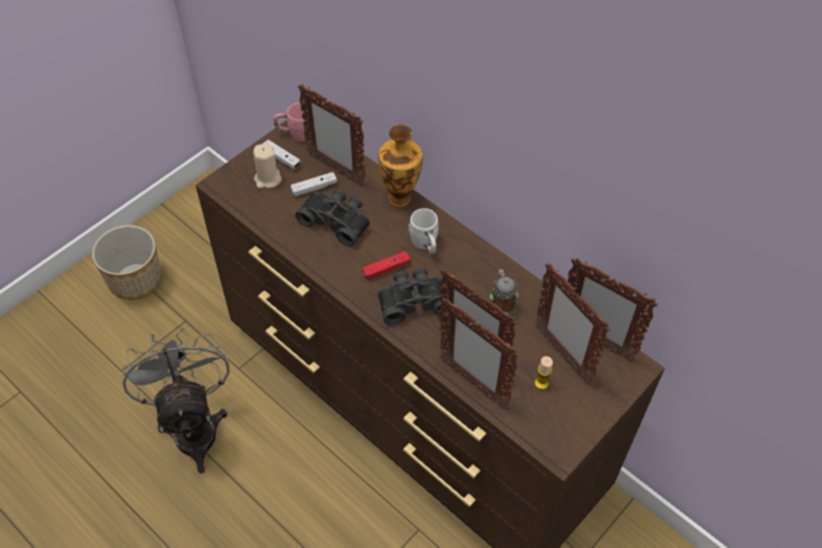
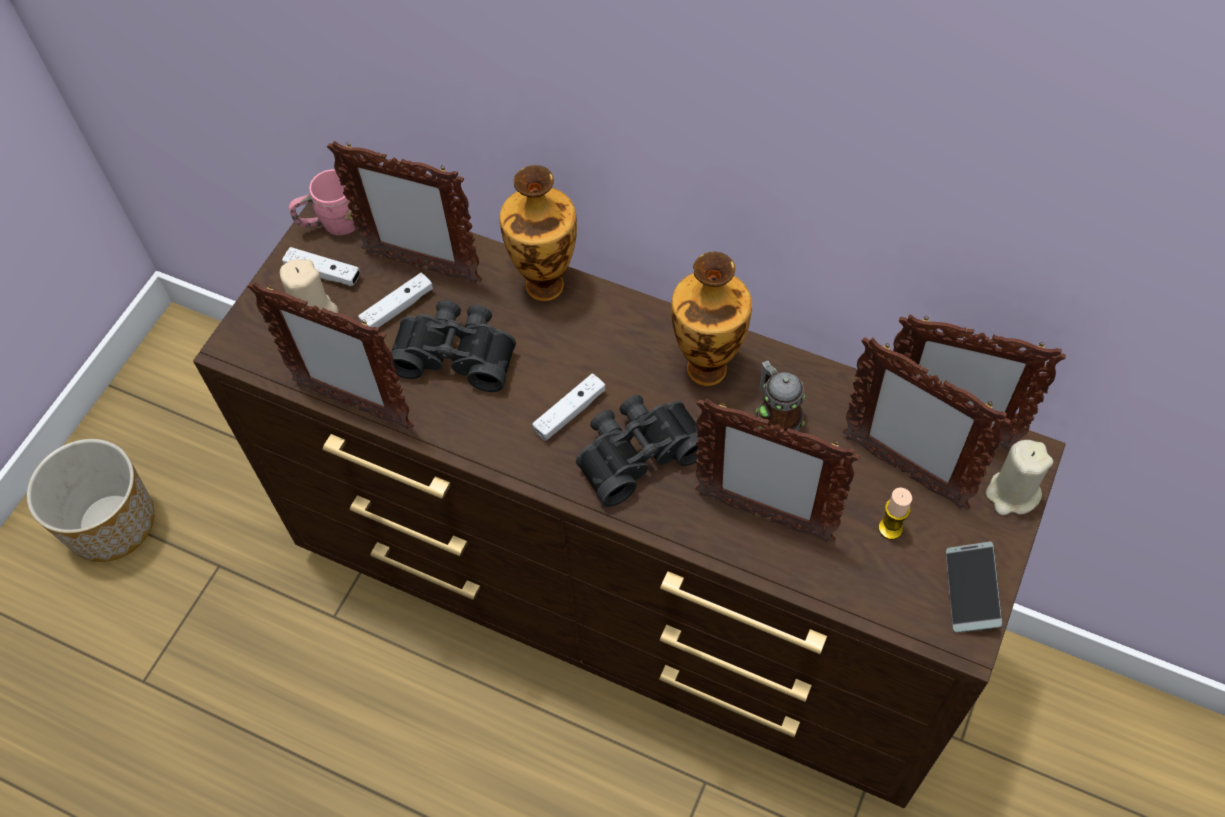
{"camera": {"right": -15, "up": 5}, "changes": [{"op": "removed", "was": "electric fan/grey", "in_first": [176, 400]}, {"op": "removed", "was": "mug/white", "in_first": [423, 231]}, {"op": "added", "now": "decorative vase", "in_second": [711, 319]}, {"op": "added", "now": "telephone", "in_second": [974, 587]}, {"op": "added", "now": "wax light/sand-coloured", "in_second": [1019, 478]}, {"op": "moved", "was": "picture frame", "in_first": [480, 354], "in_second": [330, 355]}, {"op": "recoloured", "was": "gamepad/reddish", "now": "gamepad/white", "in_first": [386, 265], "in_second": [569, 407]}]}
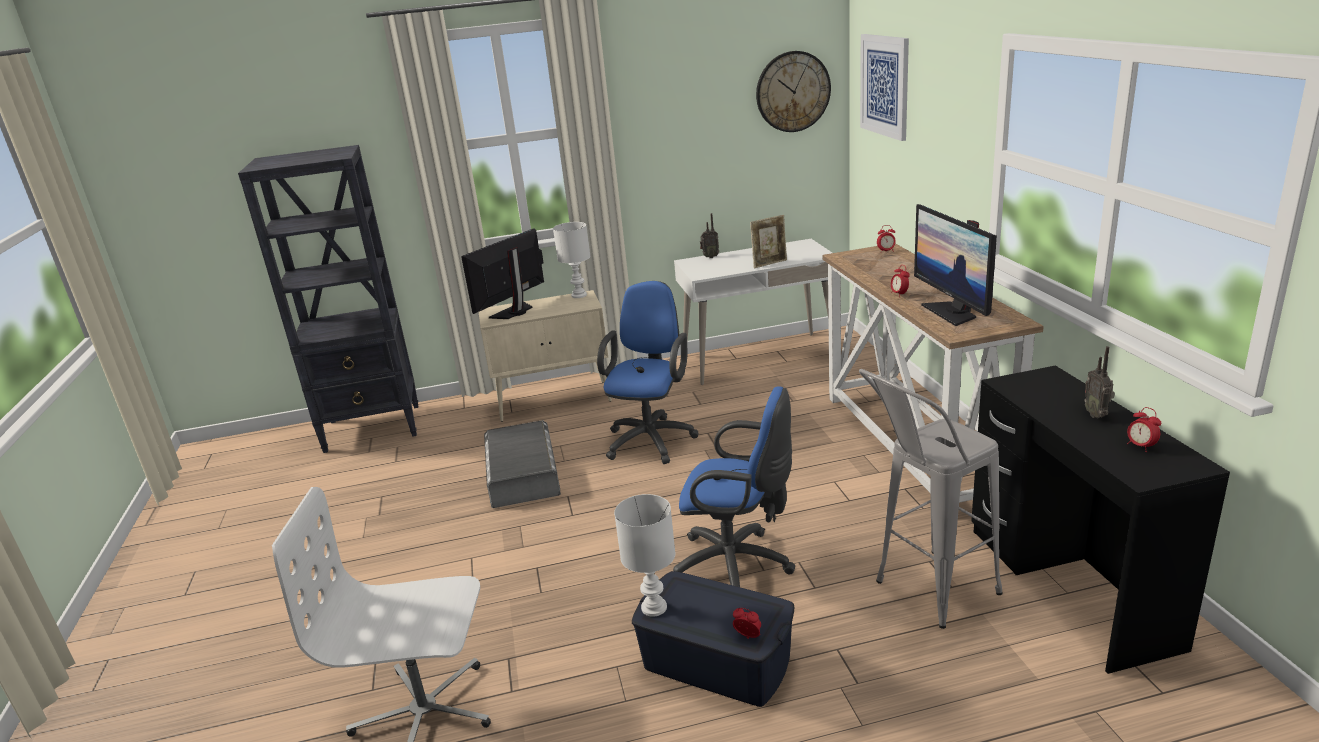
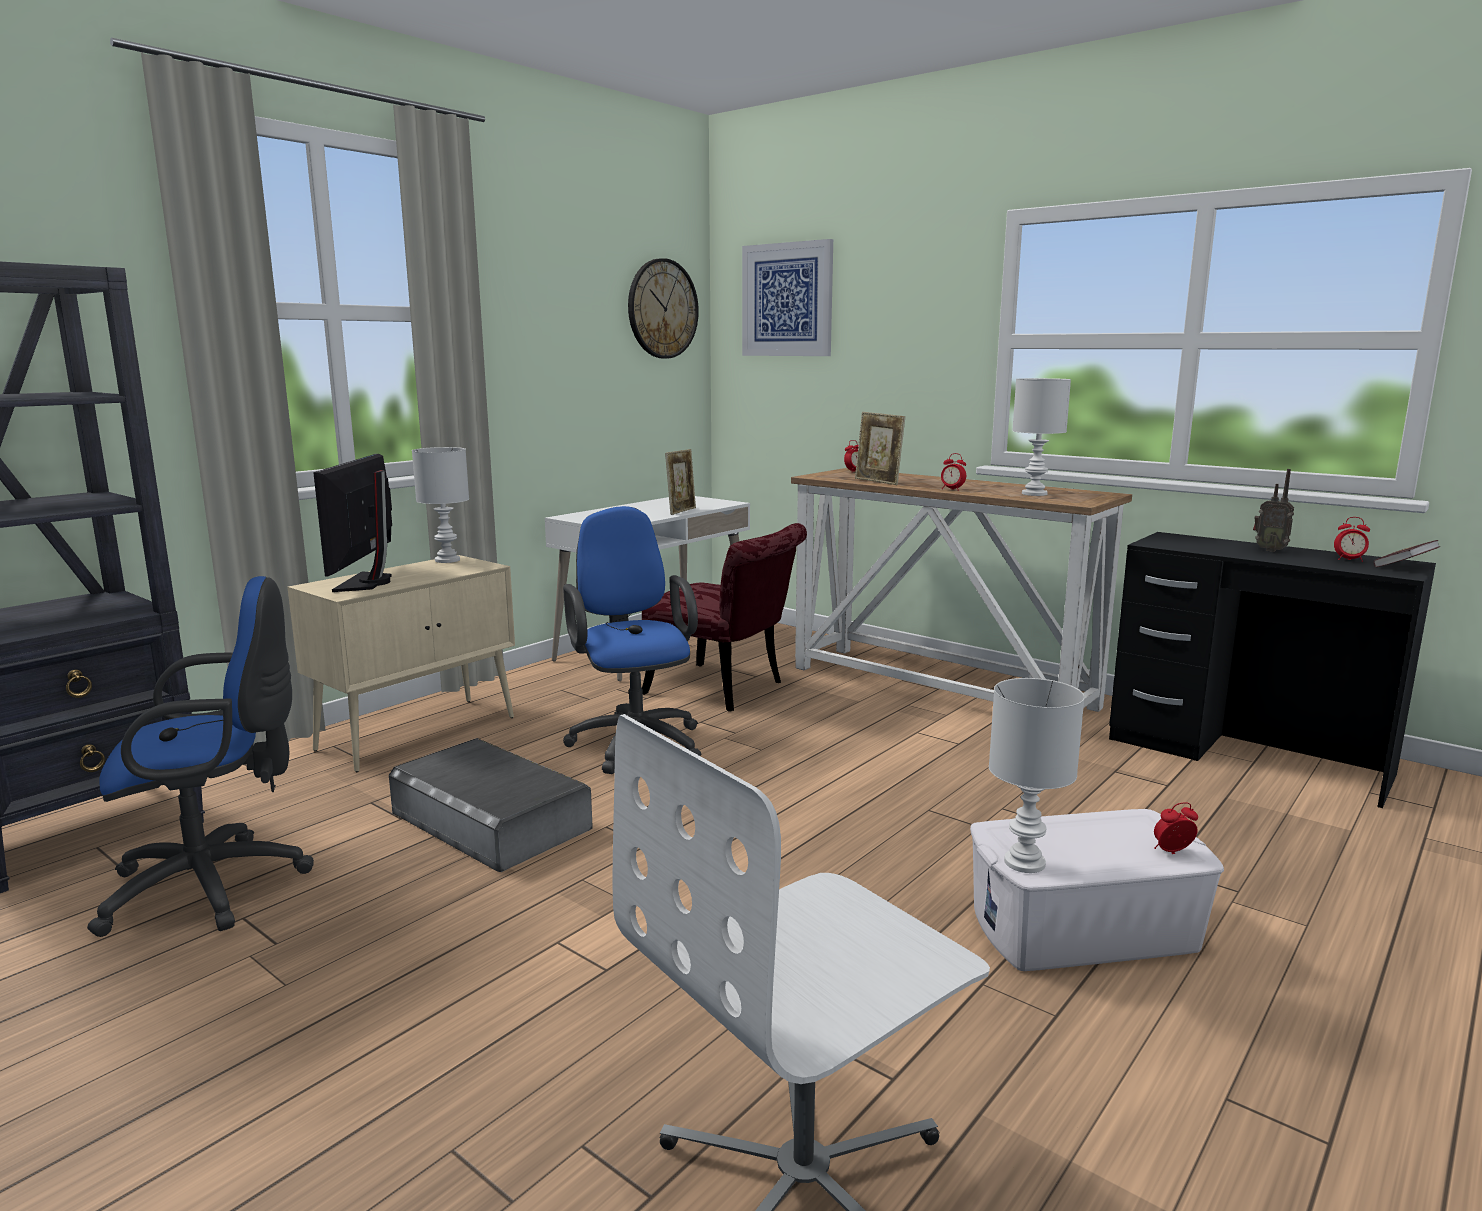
{"camera": {"right": -40, "up": -10}, "changes": [{"op": "removed", "was": "radio", "in_first": [709, 235]}, {"op": "removed", "was": "sitting stool/grey", "in_first": [931, 499]}, {"op": "added", "now": "upright chair/reddish", "in_second": [724, 617]}, {"op": "added", "now": "picture frame", "in_second": [880, 448]}, {"op": "added", "now": "book", "in_second": [1406, 553]}, {"op": "moved", "was": "desk chair/blue-coloured", "in_first": [734, 486], "in_second": [200, 756]}, {"op": "replaced", "was": "computer screen", "now": "lamp for a table/white", "in_first": [955, 265], "in_second": [1041, 437]}, {"op": "recoloured", "was": "storage bin/blue-coloured", "now": "storage bin/white", "in_first": [713, 639], "in_second": [1097, 890]}]}
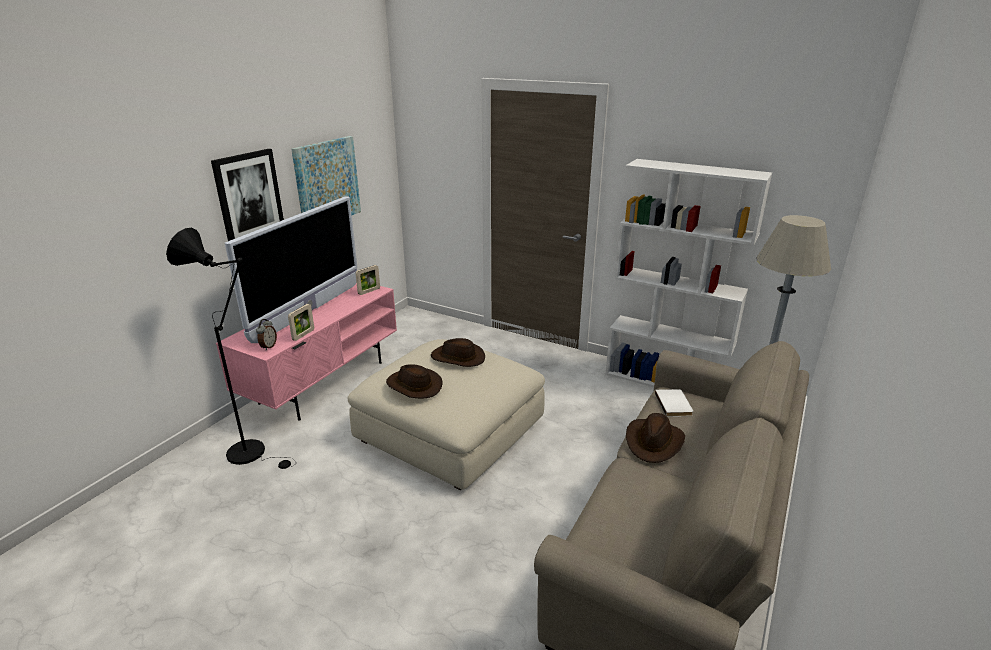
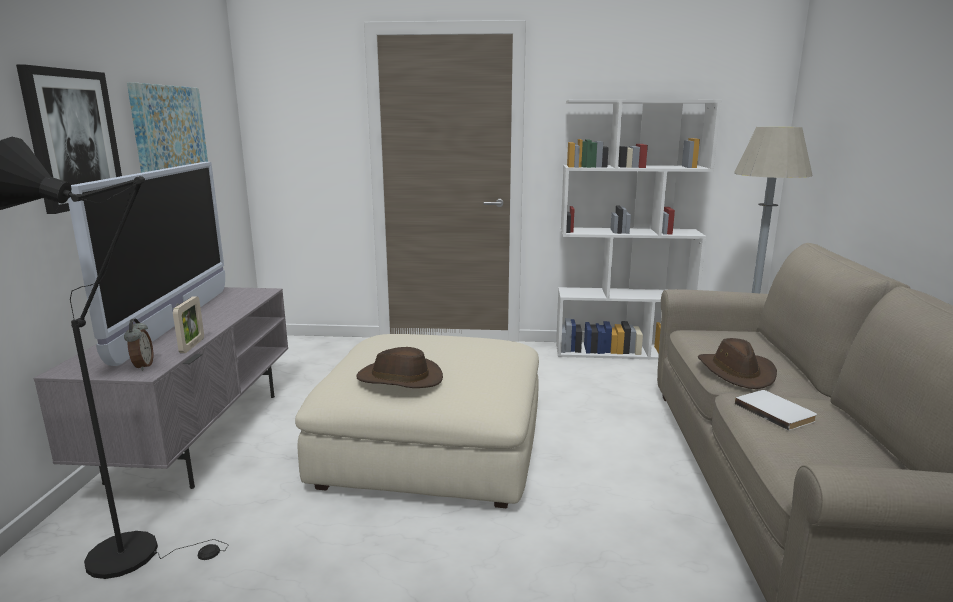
{"camera": {"right": -25, "up": -10}, "changes": [{"op": "removed", "was": "picture frame", "in_first": [367, 280]}, {"op": "removed", "was": "wearable hat/brownish", "in_first": [458, 352]}, {"op": "moved", "was": "book/white", "in_first": [674, 403], "in_second": [776, 410]}, {"op": "recoloured", "was": "tv stand/pink", "now": "tv stand/grey", "in_first": [306, 352], "in_second": [160, 388]}]}
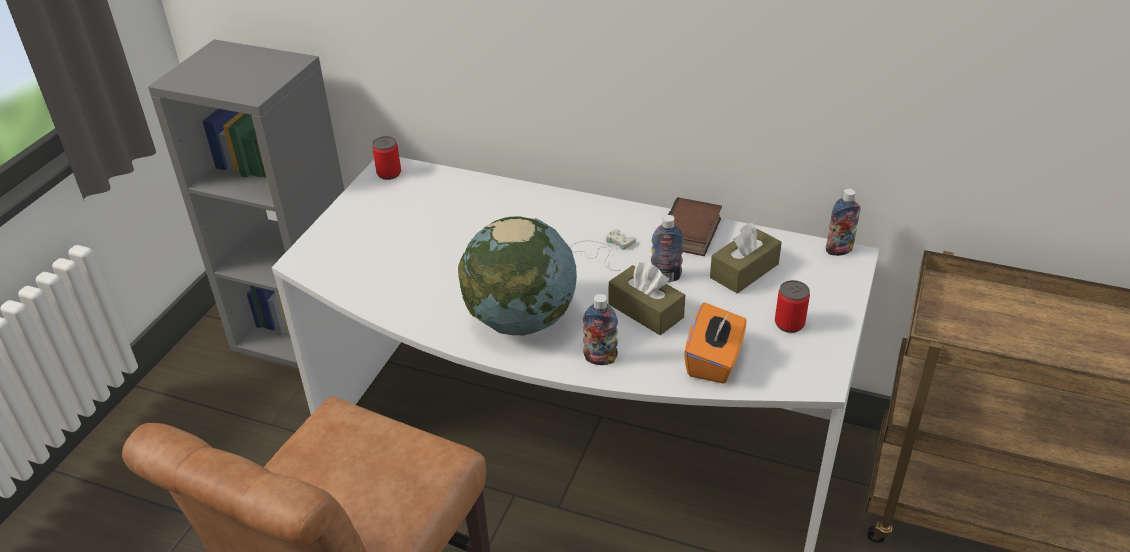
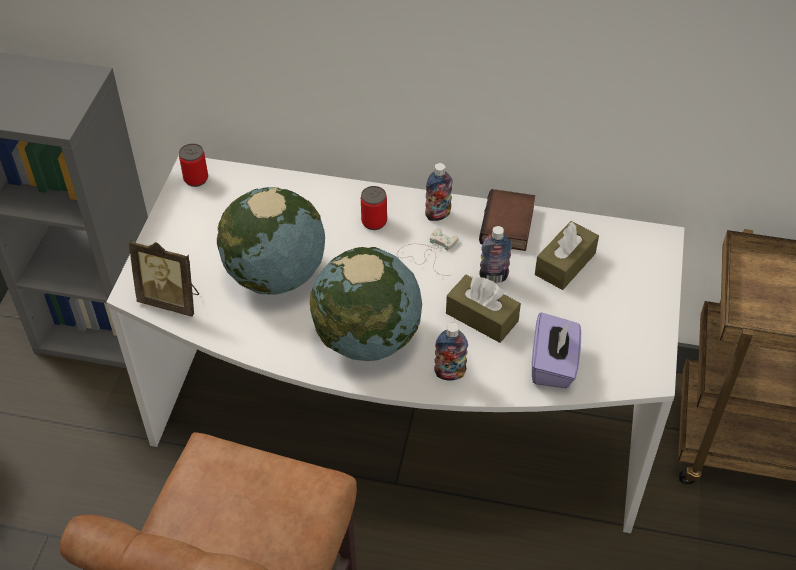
{"camera": {"right": -10, "up": 10}, "changes": [{"op": "added", "now": "picture frame", "in_second": [164, 278]}, {"op": "added", "now": "desk globe", "in_second": [271, 241]}, {"op": "moved", "was": "metal can", "in_first": [792, 306], "in_second": [374, 208]}, {"op": "moved", "was": "bottle", "in_first": [843, 222], "in_second": [439, 192]}, {"op": "recoloured", "was": "tissue box/orangey", "now": "tissue box/purplish", "in_first": [715, 343], "in_second": [556, 350]}]}
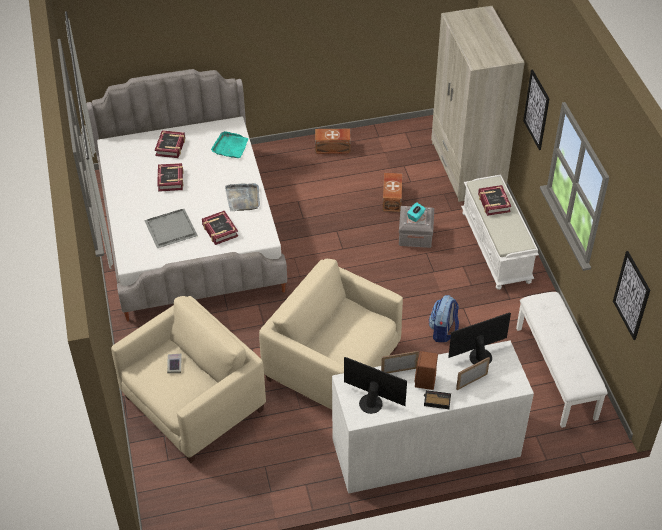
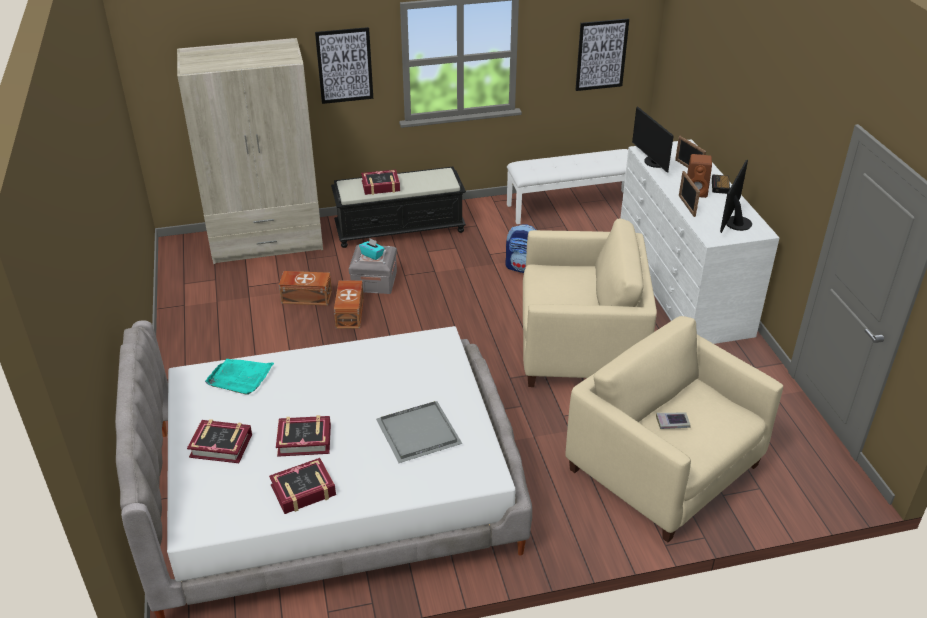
{"camera": {"right": -90, "up": -10}, "changes": [{"op": "removed", "was": "carrying tray/grey", "in_first": [242, 197]}, {"op": "moved", "was": "book", "in_first": [220, 227], "in_second": [302, 486]}, {"op": "moved", "was": "storage bin/brownish", "in_first": [333, 141], "in_second": [349, 304]}, {"op": "recoloured", "was": "indoor bench/white", "now": "indoor bench/black-coloured", "in_first": [500, 232], "in_second": [398, 207]}, {"op": "turned", "was": "lounge chair/sand-coloured", "in_first": [331, 334], "in_second": [590, 302], "clockwise": -120}]}
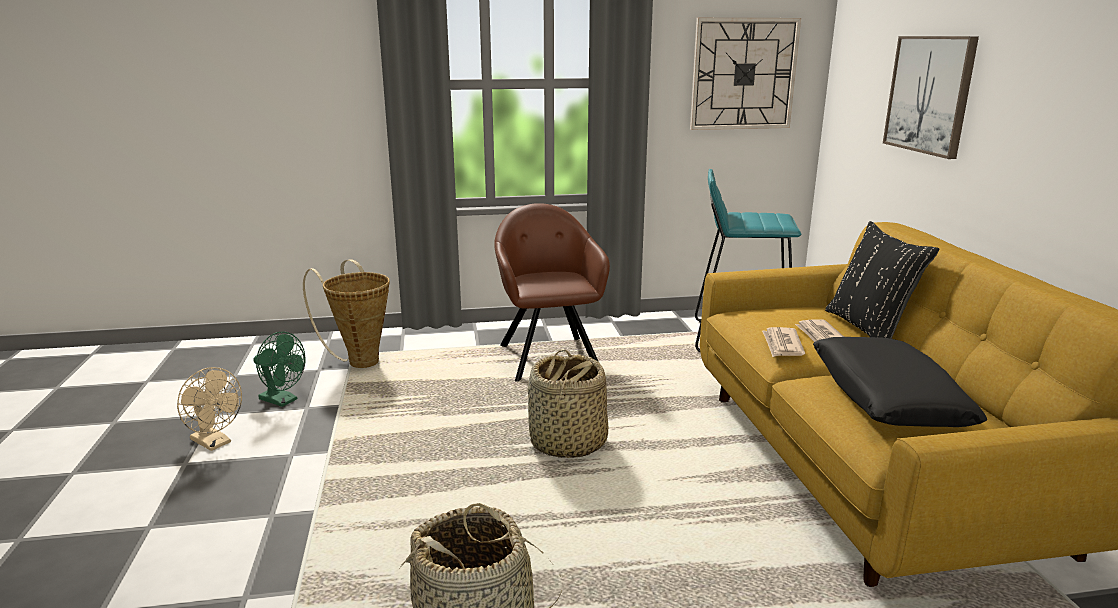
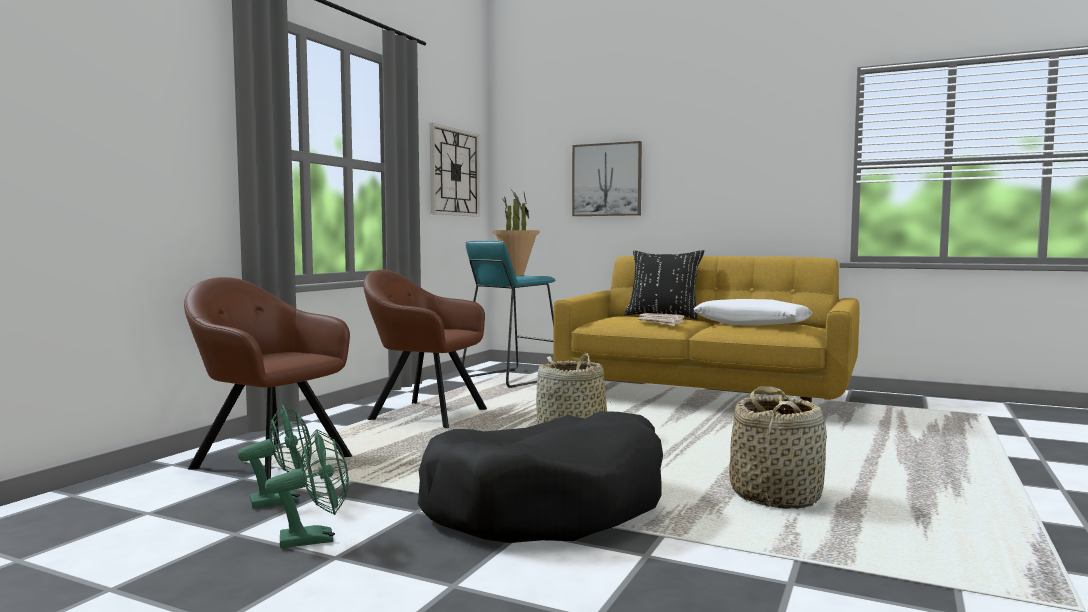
{"camera": {"right": -55, "up": -15}, "changes": [{"op": "added", "now": "dog bed/black-coloured", "in_second": [540, 477]}, {"op": "added", "now": "potted plant", "in_second": [516, 233]}, {"op": "replaced", "was": "household basket", "now": "lounge chair/brownish", "in_first": [346, 313], "in_second": [268, 378]}, {"op": "recoloured", "was": "electric fan/sand-coloured", "now": "electric fan/greenish", "in_first": [209, 409], "in_second": [307, 488]}, {"op": "recoloured", "was": "pillow/black-coloured", "now": "pillow/white", "in_first": [900, 382], "in_second": [753, 312]}]}
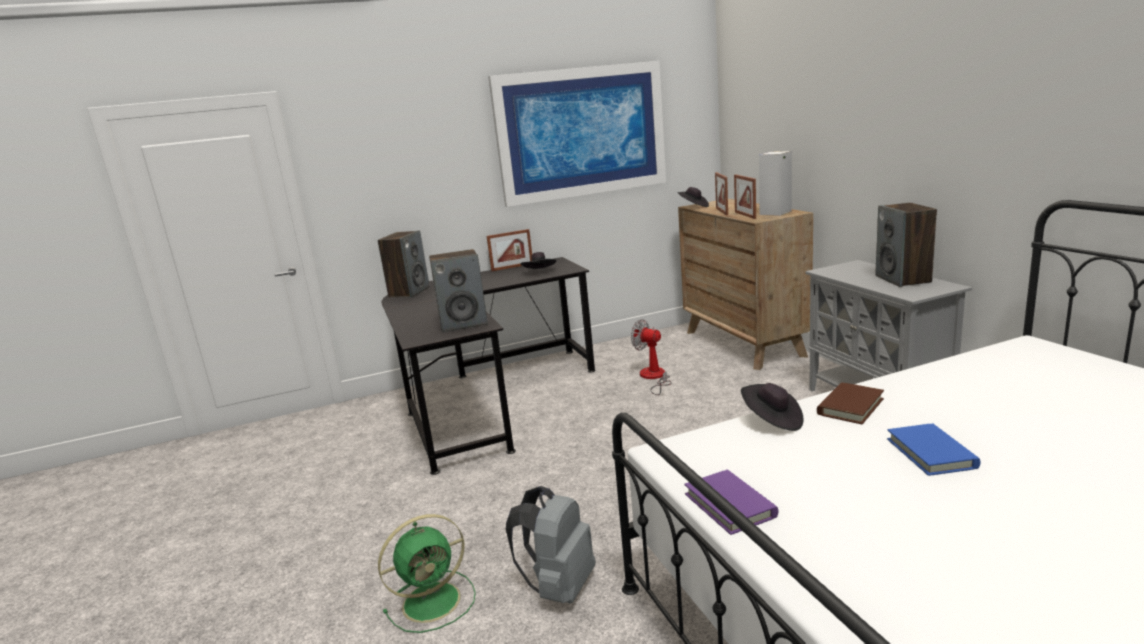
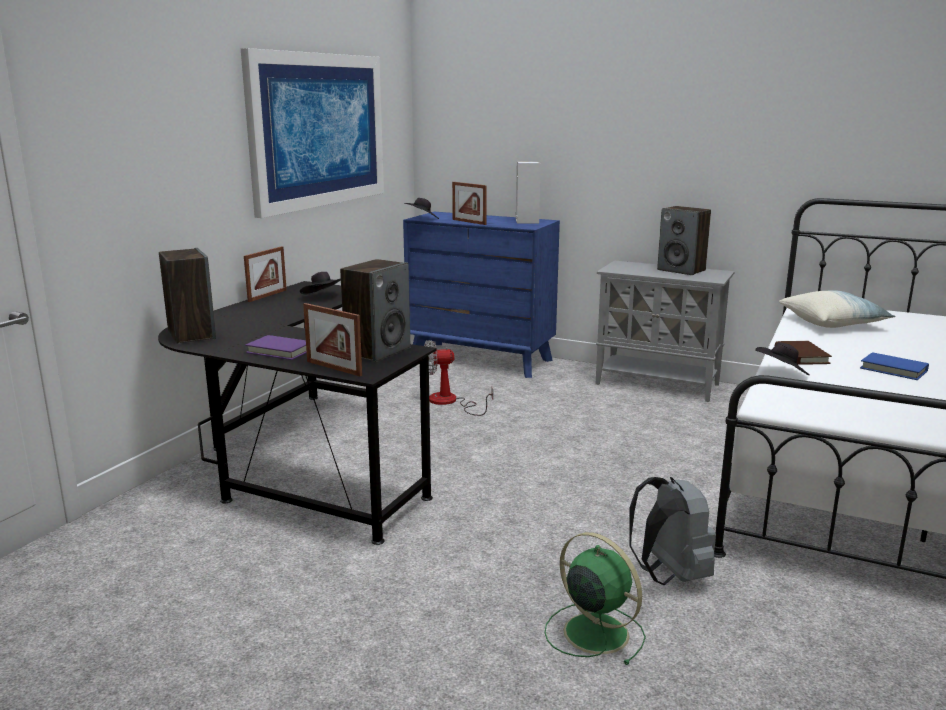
{"camera": {"right": -45, "up": 0}, "changes": [{"op": "added", "now": "pillow", "in_second": [837, 309]}, {"op": "moved", "was": "book/purplish", "in_first": [731, 502], "in_second": [276, 347]}, {"op": "moved", "was": "picture frame", "in_first": [745, 197], "in_second": [332, 339]}, {"op": "recoloured", "was": "drawer chest/brownish", "now": "drawer chest/blue-coloured", "in_first": [745, 284], "in_second": [481, 295]}, {"op": "turned", "was": "electric fan/greenish", "in_first": [427, 573], "in_second": [595, 598], "clockwise": -60}]}
